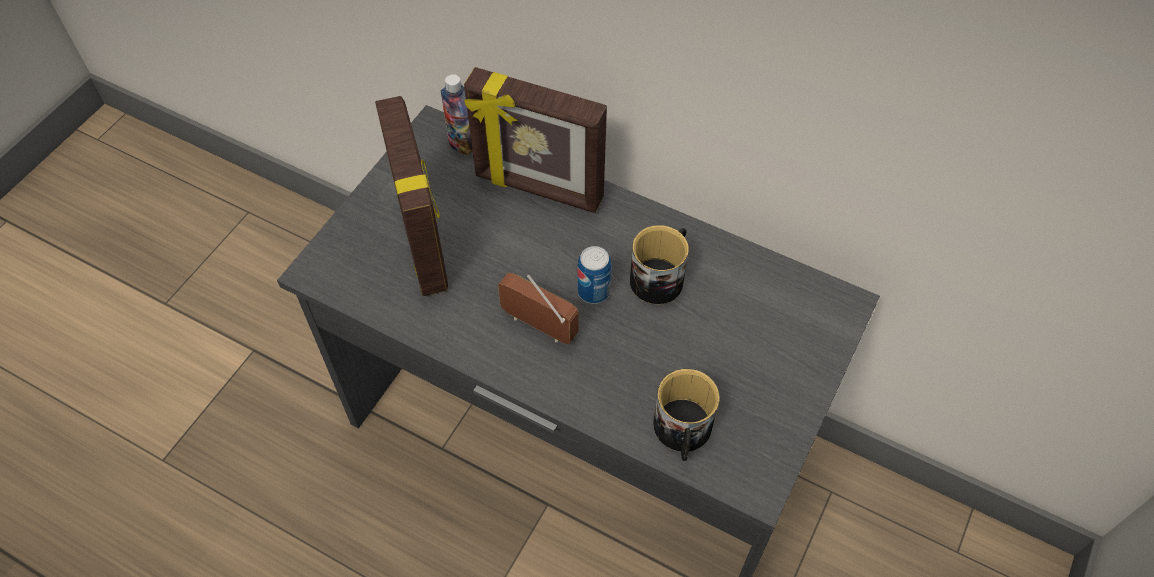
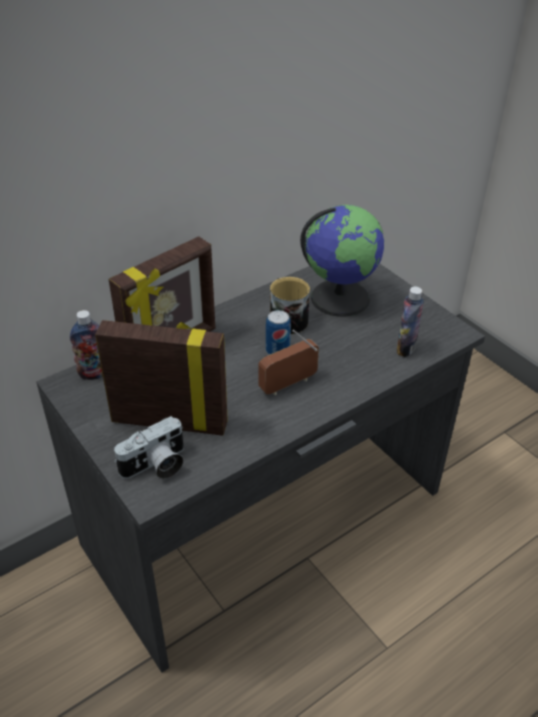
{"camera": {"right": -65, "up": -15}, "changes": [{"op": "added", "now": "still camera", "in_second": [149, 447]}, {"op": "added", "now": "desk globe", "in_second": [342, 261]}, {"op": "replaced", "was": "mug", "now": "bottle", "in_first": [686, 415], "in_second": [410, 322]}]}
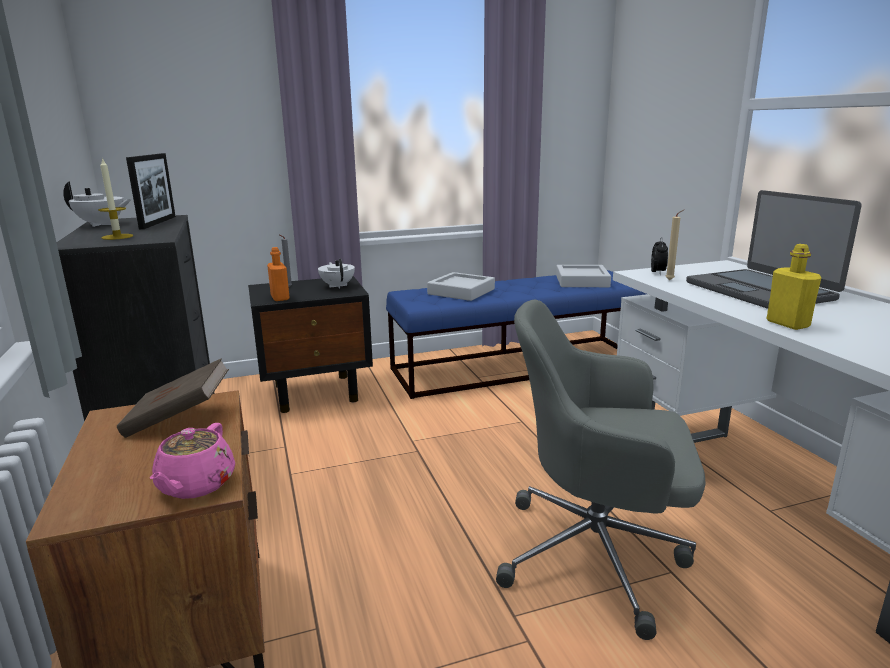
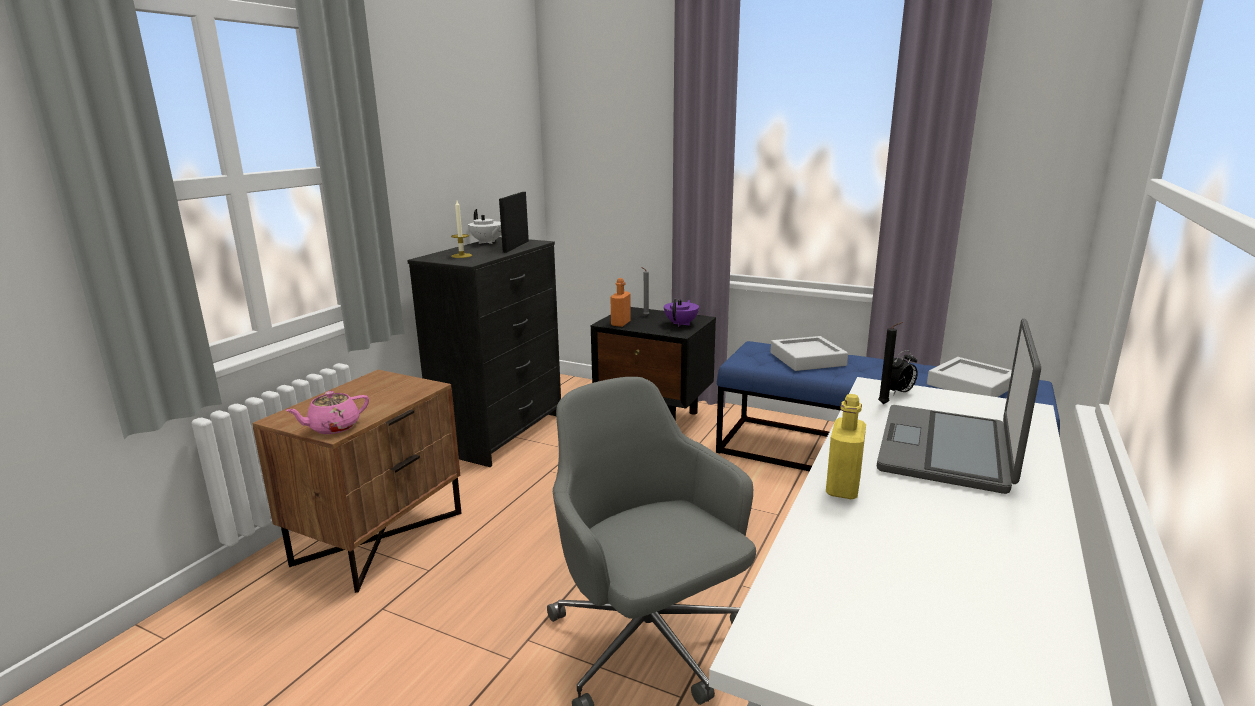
{"camera": {"right": 45, "up": 0}, "changes": [{"op": "removed", "was": "book/brownish", "in_first": [173, 398]}, {"op": "recoloured", "was": "pot for tea/white", "now": "pot for tea/purplish", "in_first": [336, 273], "in_second": [681, 313]}, {"op": "recoloured", "was": "wax light/sand-coloured", "now": "wax light/black-coloured", "in_first": [675, 245], "in_second": [890, 363]}, {"op": "turned", "was": "picture frame", "in_first": [151, 191], "in_second": [514, 222], "clockwise": 150}]}
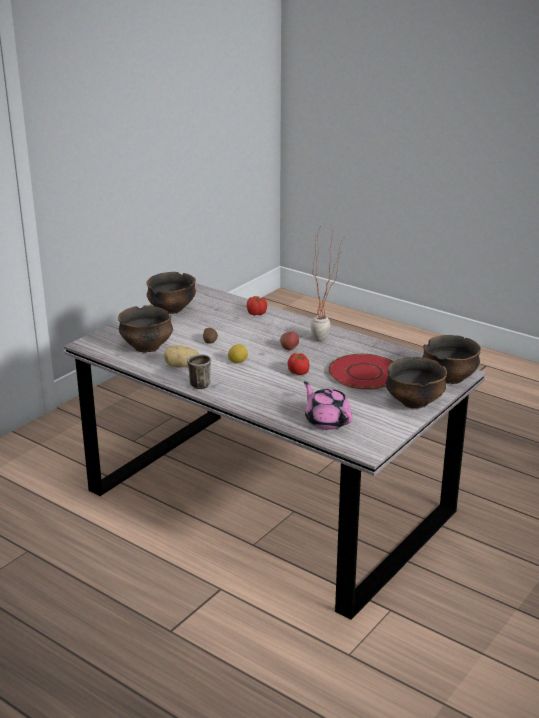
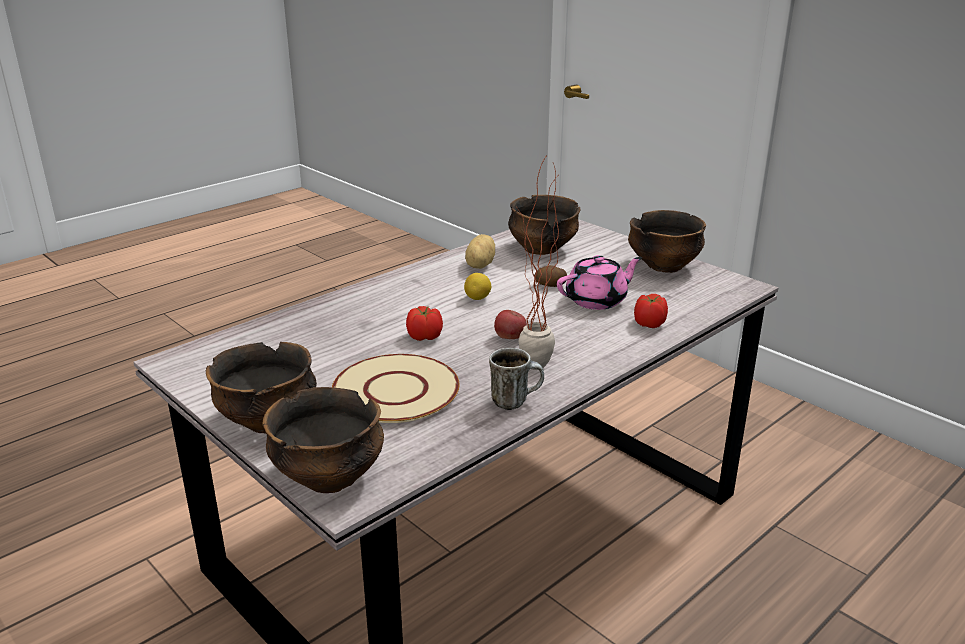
{"camera": {"right": 100, "up": 0}, "changes": [{"op": "moved", "was": "mug", "in_first": [199, 371], "in_second": [516, 379]}, {"op": "moved", "was": "pot for tea/pink", "in_first": [328, 405], "in_second": [599, 282]}, {"op": "recoloured", "was": "plate/reddish", "now": "plate/sand-coloured", "in_first": [360, 372], "in_second": [396, 388]}]}
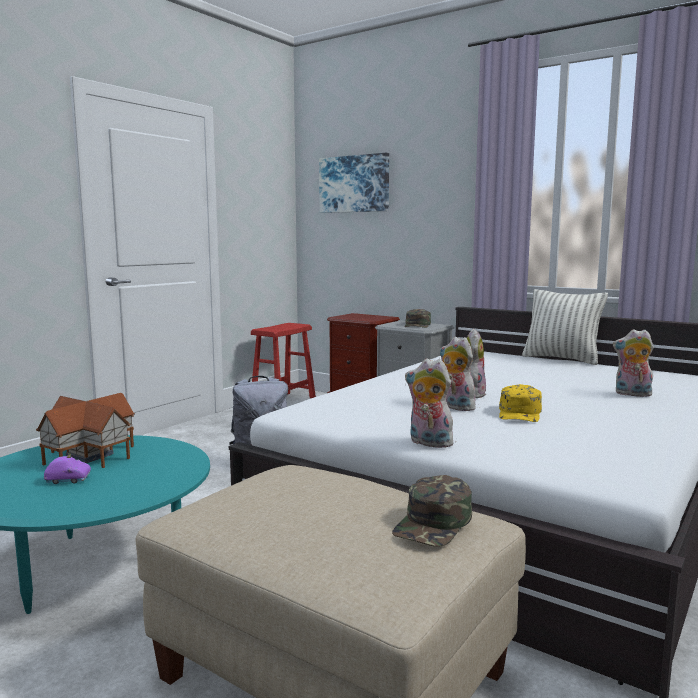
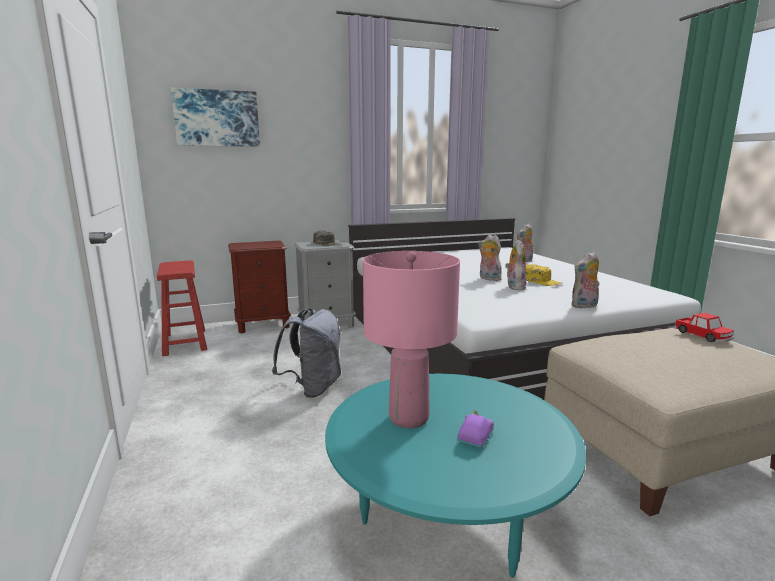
{"camera": {"right": -55, "up": 5}, "changes": [{"op": "removed", "was": "pillow", "in_first": [565, 327]}, {"op": "replaced", "was": "model house", "now": "lamp for a table/pink", "in_first": [85, 430], "in_second": [411, 339]}, {"op": "replaced", "was": "peaked cap/greenish", "now": "miniature car", "in_first": [432, 510], "in_second": [703, 328]}, {"op": "turned", "was": "plush toy", "in_first": [458, 374], "in_second": [516, 265], "clockwise": 105}]}
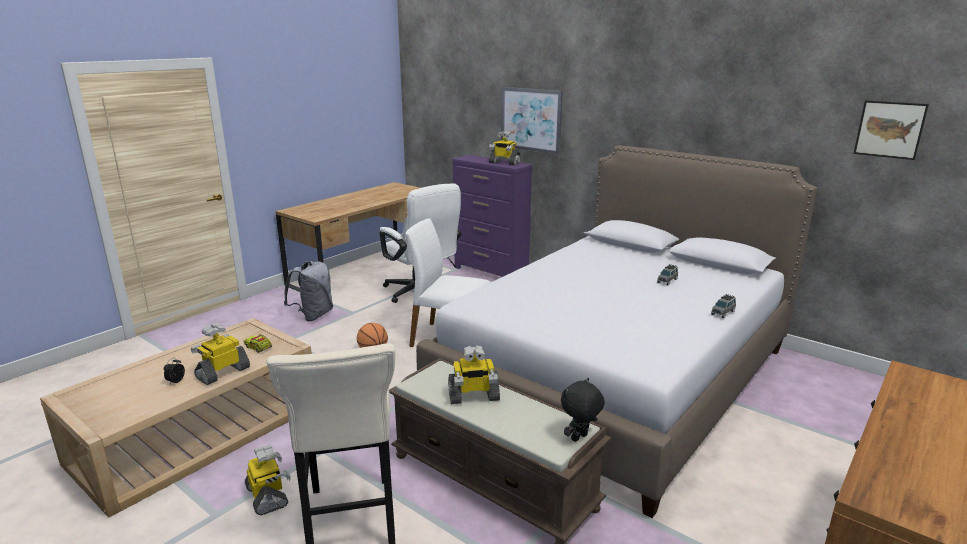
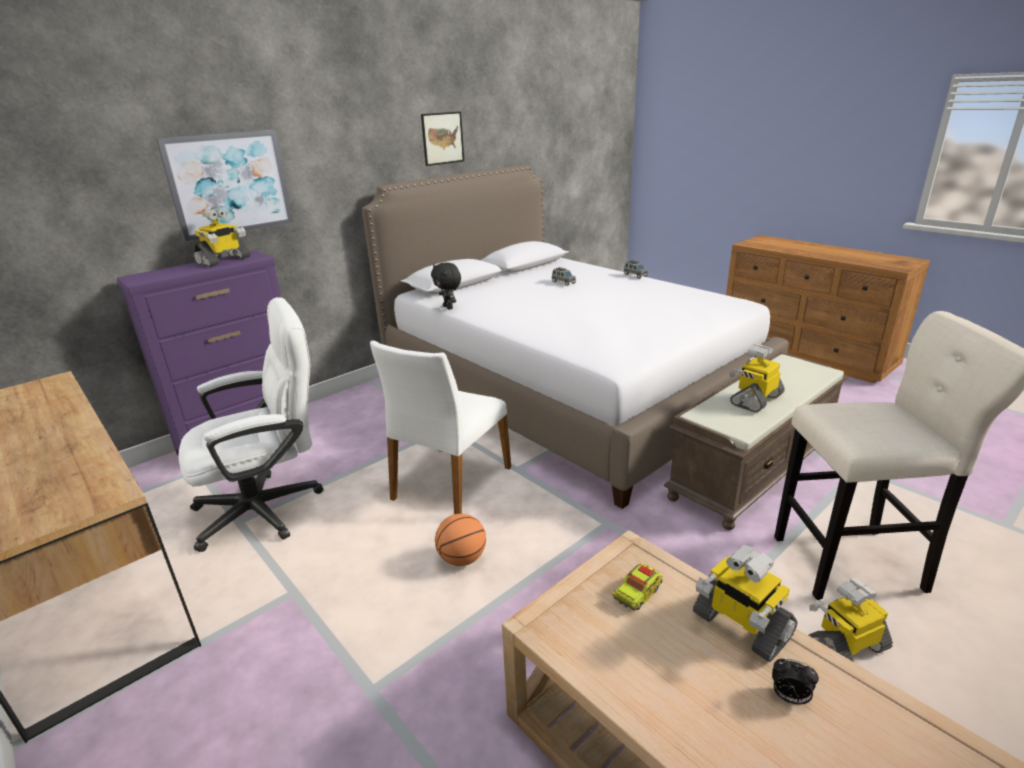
{"camera": {"right": -80, "up": 5}, "changes": [{"op": "removed", "was": "rucksack/grey", "in_first": [308, 291]}, {"op": "moved", "was": "plush toy/black-coloured", "in_first": [583, 410], "in_second": [446, 286]}, {"op": "moved", "was": "wall picture", "in_first": [891, 130], "in_second": [442, 139]}, {"op": "turned", "was": "model robot", "in_first": [474, 374], "in_second": [757, 378], "clockwise": -135}]}
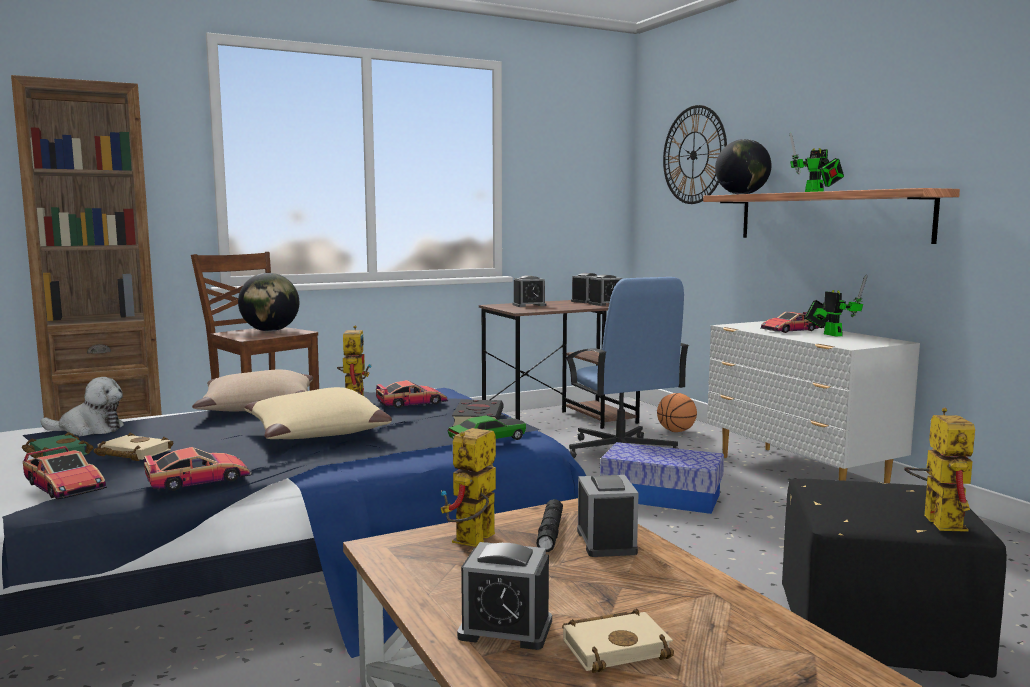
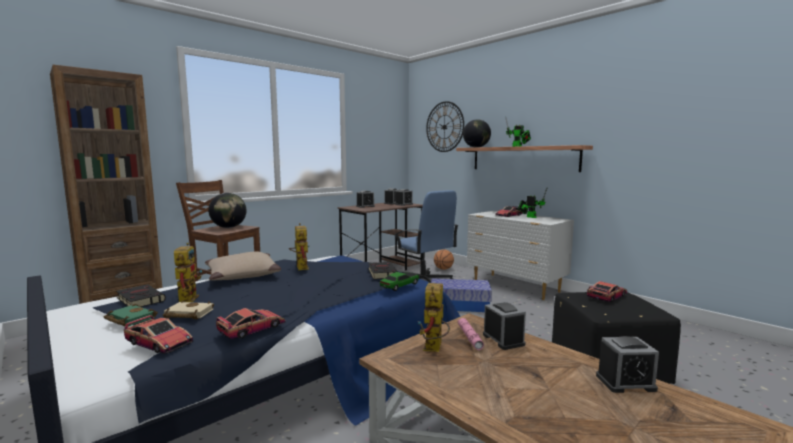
{"camera": {"right": -15, "up": 0}, "changes": [{"op": "removed", "was": "pillow/sand-coloured", "in_first": [318, 413]}, {"op": "removed", "was": "book/sand-coloured", "in_first": [618, 640]}, {"op": "moved", "was": "miniature car", "in_first": [412, 394], "in_second": [607, 291]}, {"op": "moved", "was": "bedside clock", "in_first": [504, 596], "in_second": [627, 364]}, {"op": "moved", "was": "model robot", "in_first": [939, 469], "in_second": [188, 272]}, {"op": "replaced", "was": "plush toy", "now": "book/black-coloured", "in_first": [82, 406], "in_second": [141, 295]}, {"op": "recoloured", "was": "torch/black-coloured", "now": "torch/pink", "in_first": [549, 525], "in_second": [471, 334]}]}
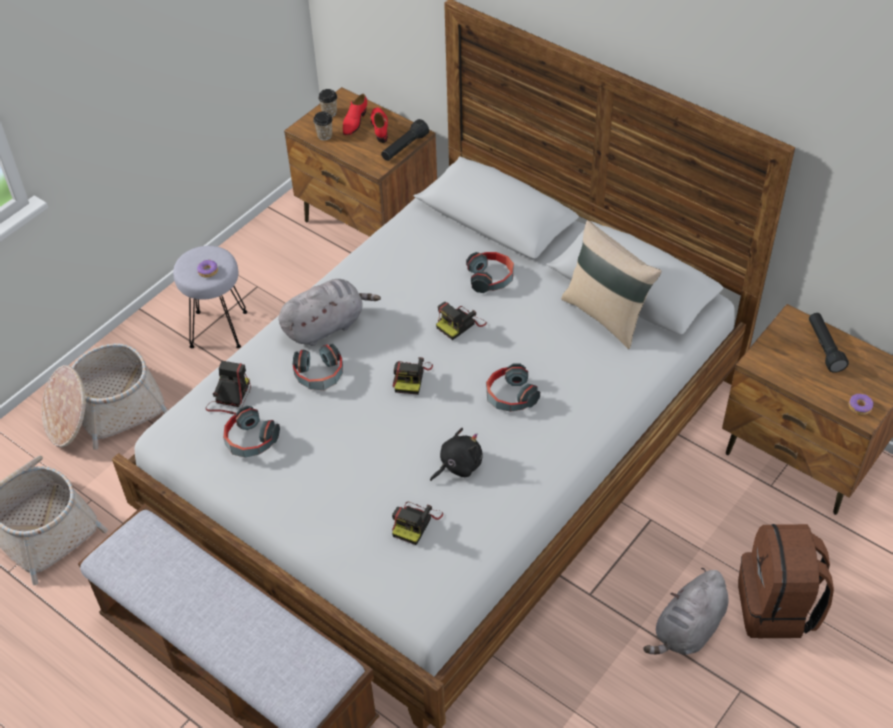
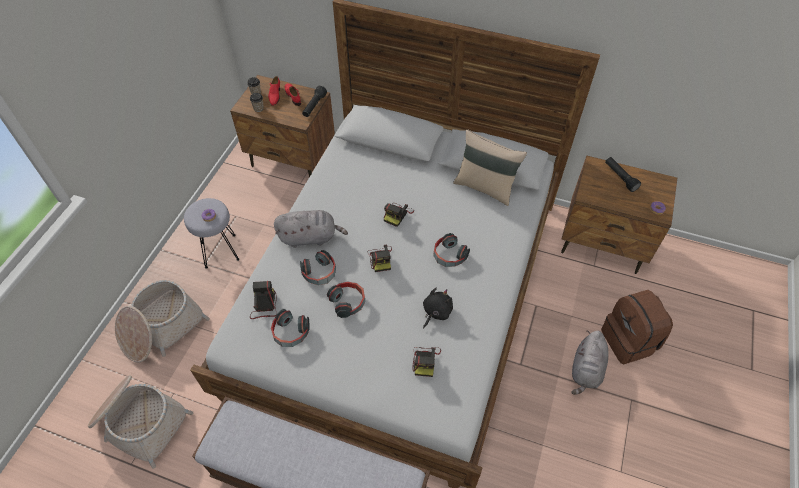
{"camera": {"right": -20, "up": 5}, "changes": [{"op": "moved", "was": "headset", "in_first": [490, 272], "in_second": [346, 300]}, {"op": "turned", "was": "plush toy/grey", "in_first": [330, 312], "in_second": [311, 229], "clockwise": 45}]}
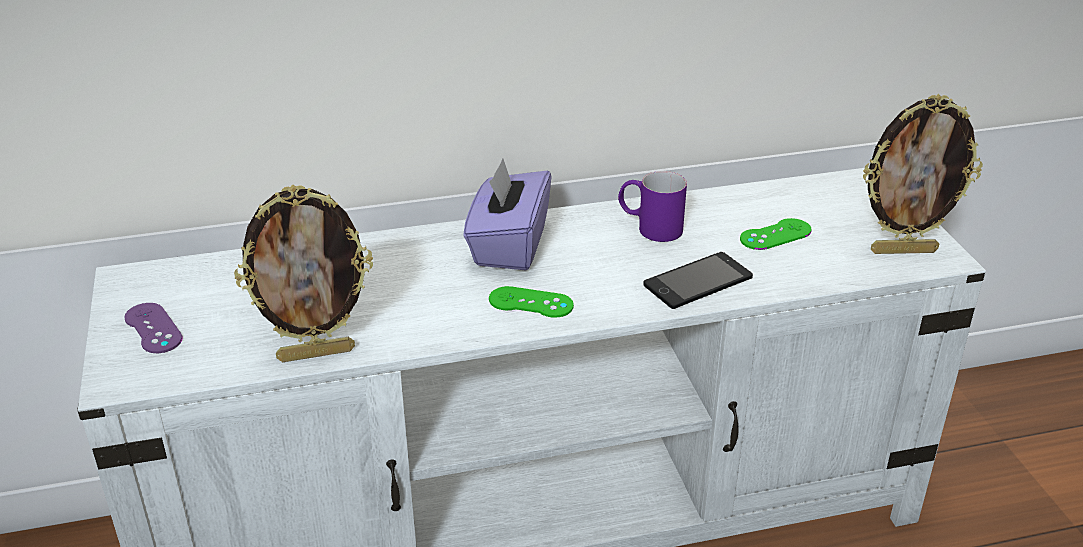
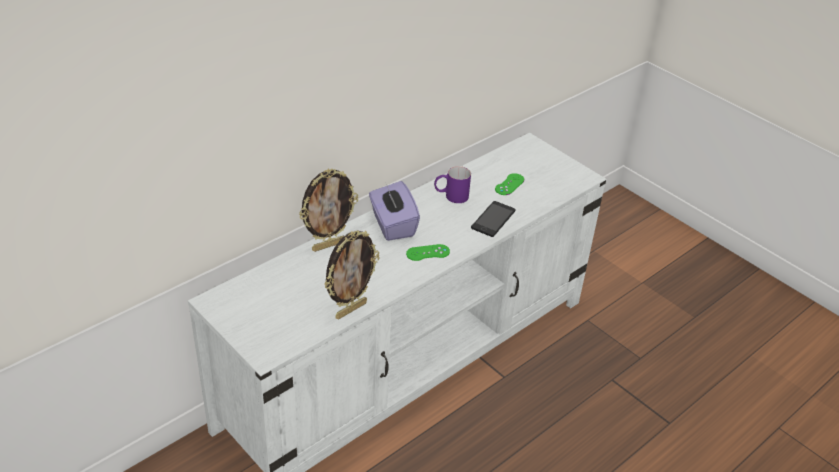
{"camera": {"right": -30, "up": 5}, "changes": [{"op": "removed", "was": "gamepad/purplish", "in_first": [153, 328]}, {"op": "moved", "was": "picture frame", "in_first": [923, 174], "in_second": [328, 210]}]}
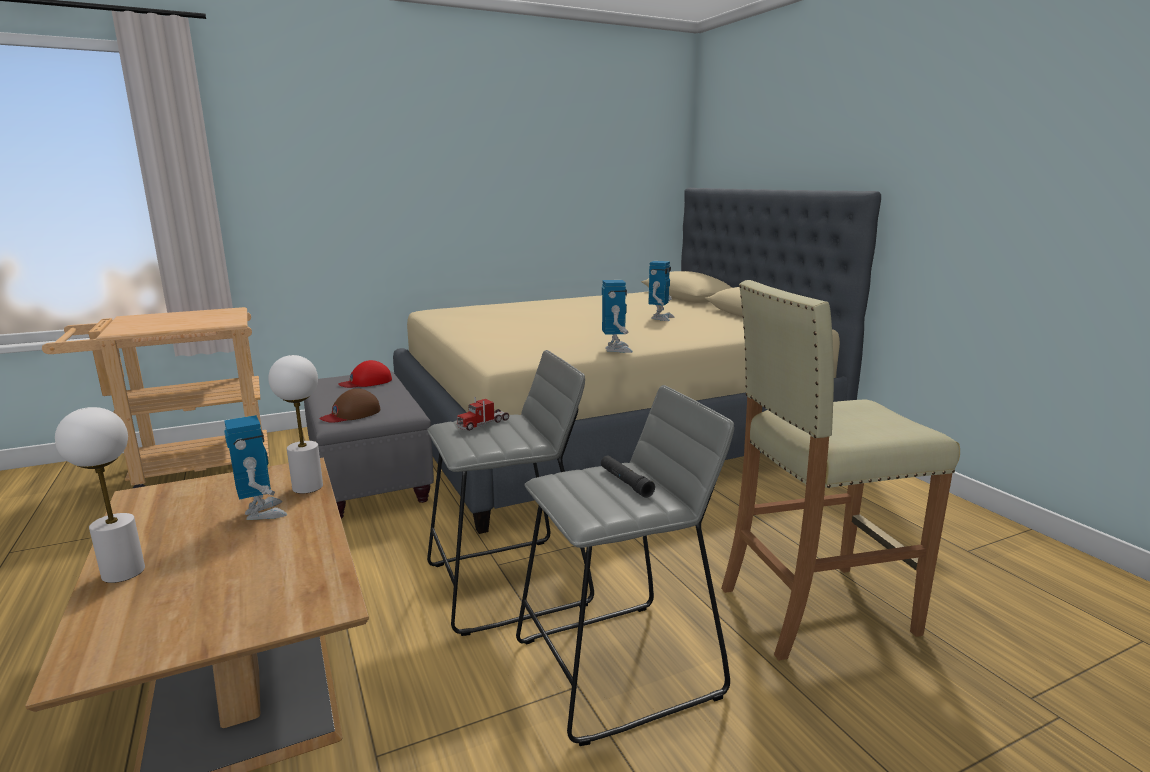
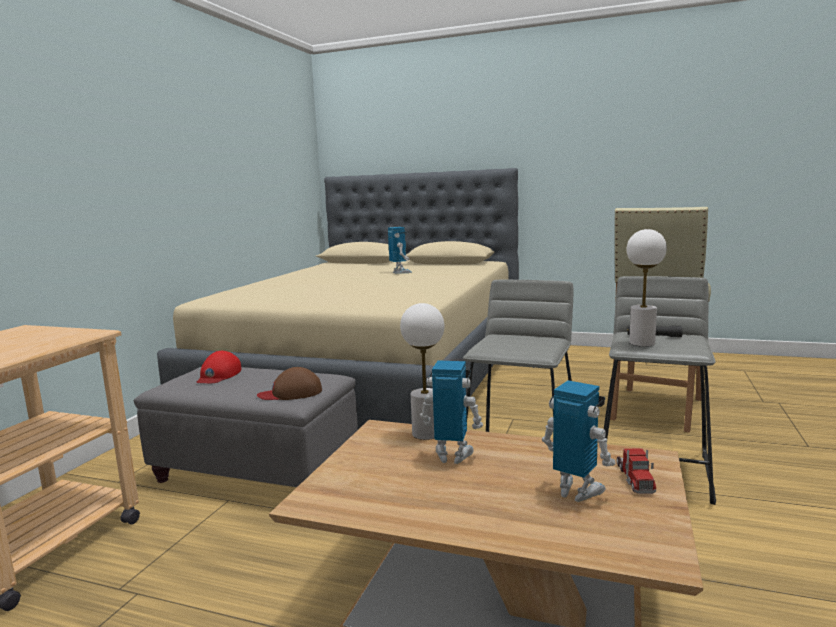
{"camera": {"right": -45, "up": -5}, "changes": [{"op": "moved", "was": "lamp for a table/white", "in_first": [100, 495], "in_second": [647, 288]}, {"op": "moved", "was": "model truck", "in_first": [483, 414], "in_second": [636, 471]}, {"op": "moved", "was": "model robot", "in_first": [617, 316], "in_second": [579, 441]}, {"op": "turned", "was": "peaked cap/brownish", "in_first": [349, 406], "in_second": [289, 383], "clockwise": 75}]}
